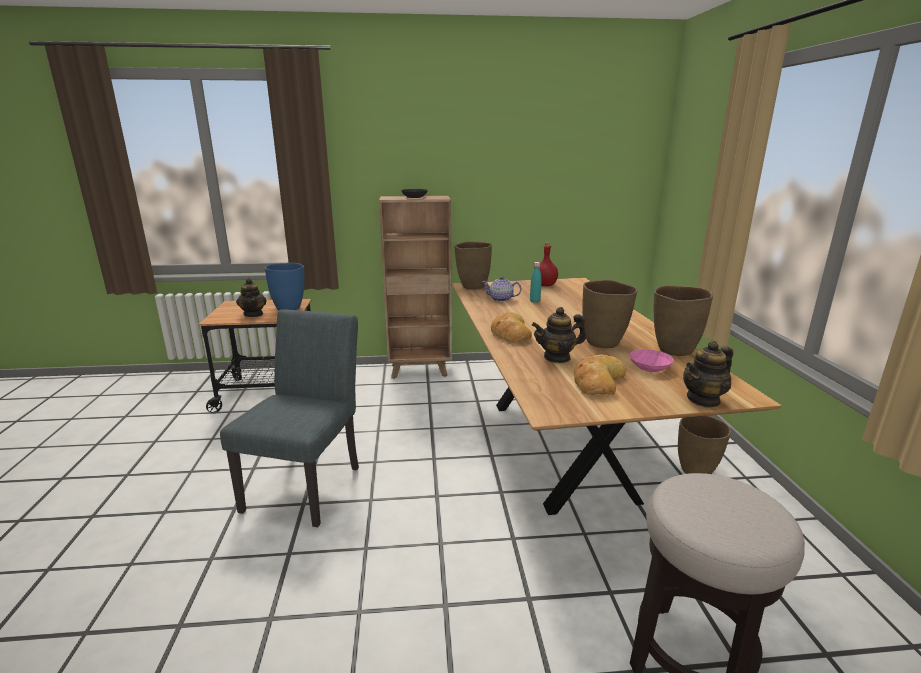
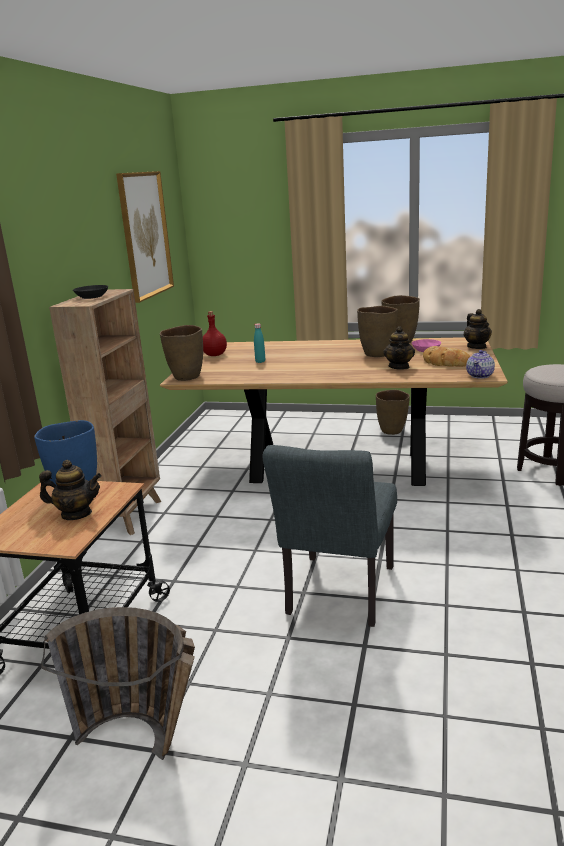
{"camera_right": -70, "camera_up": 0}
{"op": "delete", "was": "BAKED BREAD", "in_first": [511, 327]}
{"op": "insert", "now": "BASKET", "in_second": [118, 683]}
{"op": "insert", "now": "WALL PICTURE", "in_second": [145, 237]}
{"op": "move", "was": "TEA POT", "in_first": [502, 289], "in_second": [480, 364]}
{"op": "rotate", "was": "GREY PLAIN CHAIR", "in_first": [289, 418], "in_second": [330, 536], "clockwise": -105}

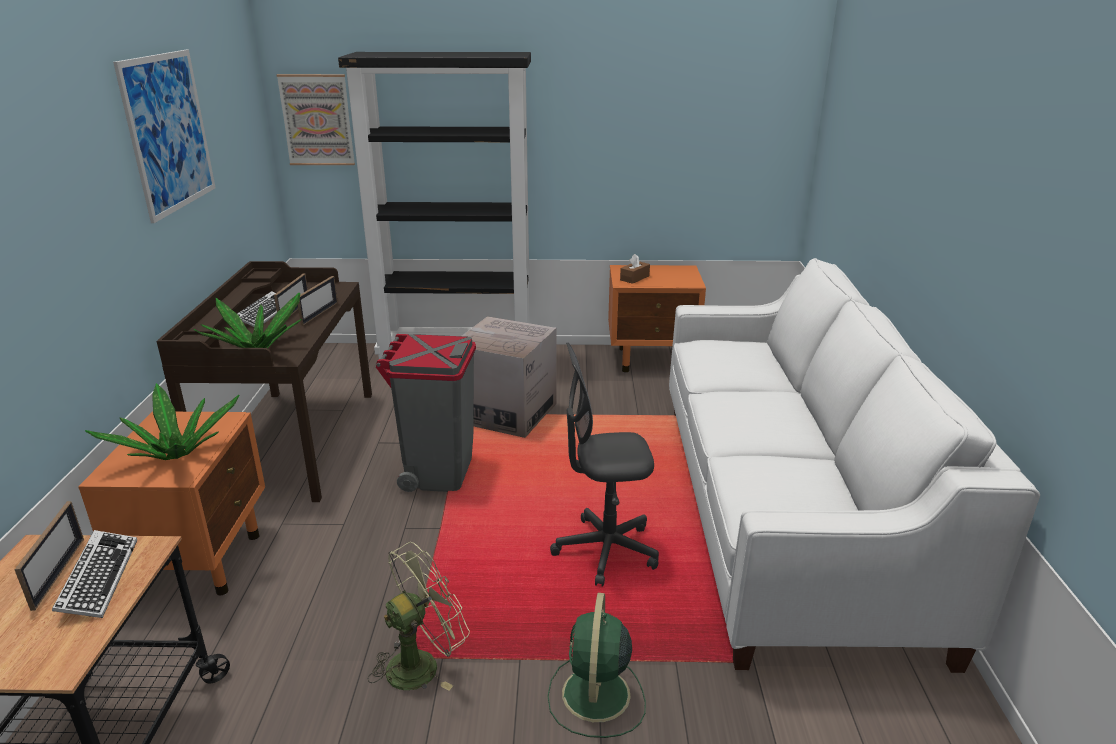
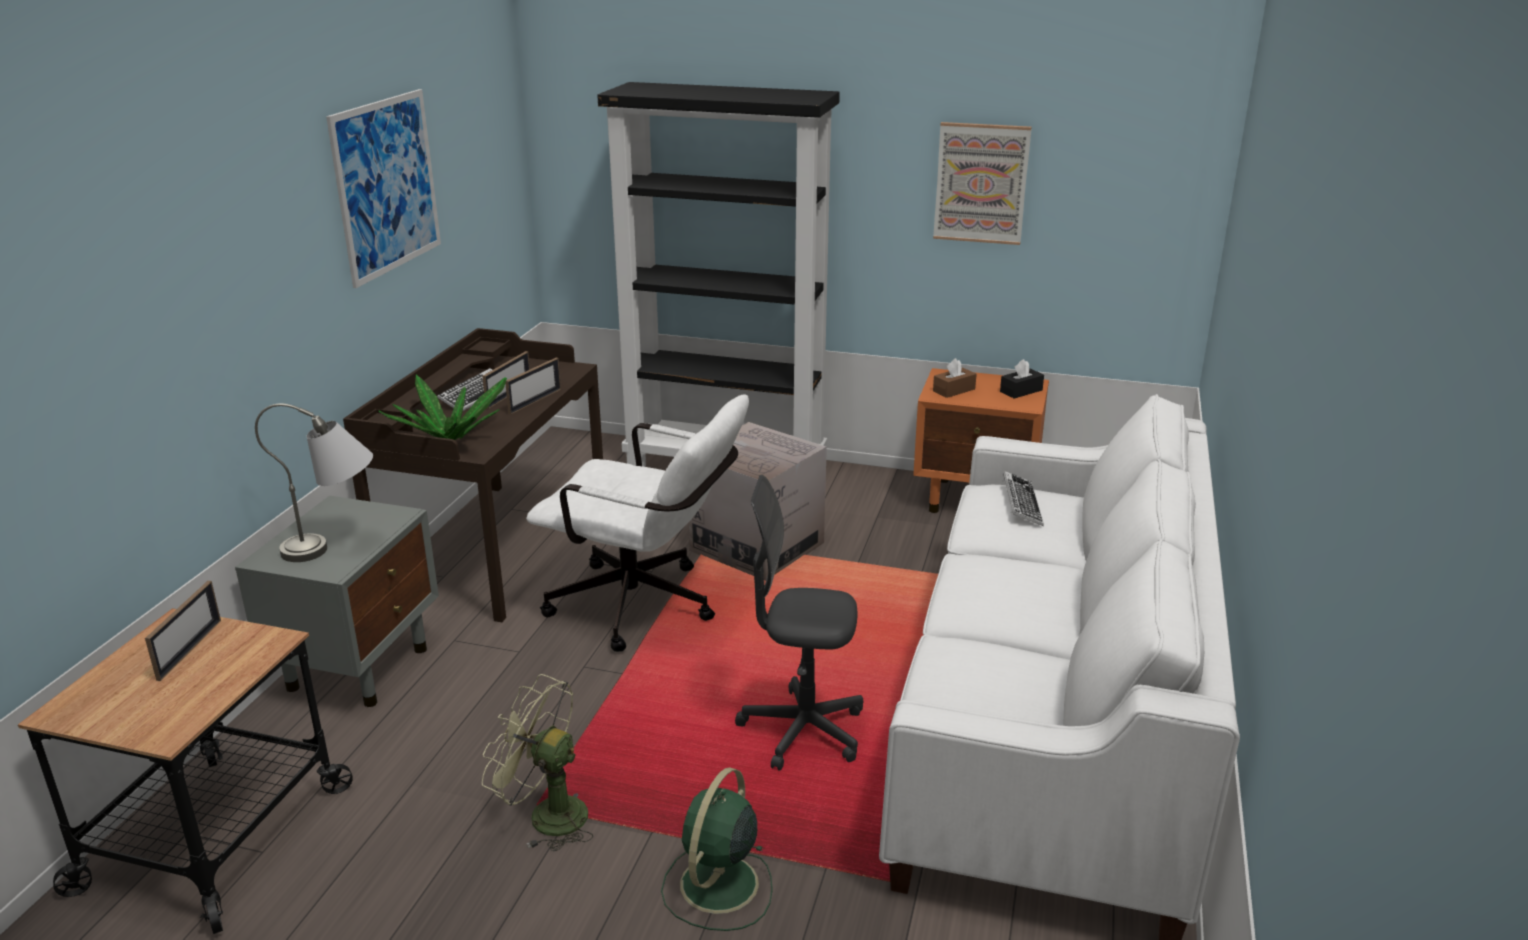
{"camera_right": 15, "camera_up": 0}
{"op": "insert", "now": "BLACK-COLOURED BOX OF TISSUES", "in_second": [1022, 379]}
{"op": "move", "was": "KEYBOARD", "in_first": [94, 574], "in_second": [1023, 498]}
{"op": "move", "was": "WALL PICTURE", "in_first": [315, 119], "in_second": [982, 183]}
{"op": "replace", "was": "POTTED PLANT", "now": "GREY LAMP FOR A TABLE", "in_first": [162, 421], "in_second": [314, 482]}
{"op": "replace", "was": "GREY WASTE BIN", "now": "WHITE-COLOURED OFFICE CHAIR", "in_first": [426, 413], "in_second": [637, 523]}
{"op": "recolor", "was": "ORANGEY BEDSIDE TABLE", "now": "GREY BEDSIDE TABLE", "in_first": [171, 503], "in_second": [337, 601]}
{"op": "rotate", "was": "GREEN FAN", "in_first": [419, 616], "in_second": [537, 762], "clockwise": -135}

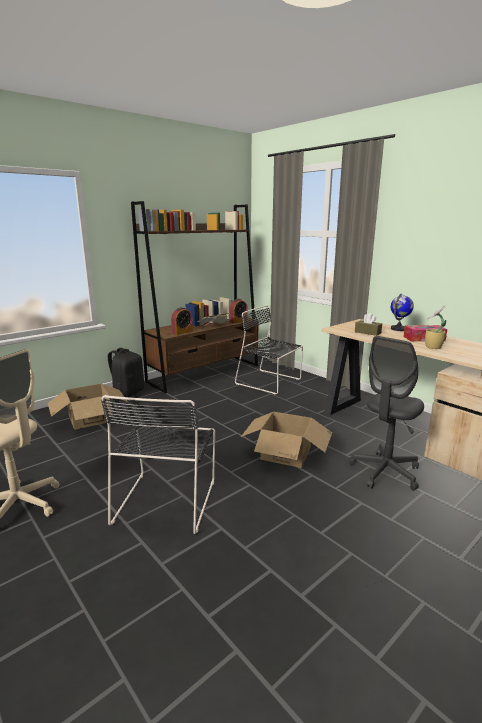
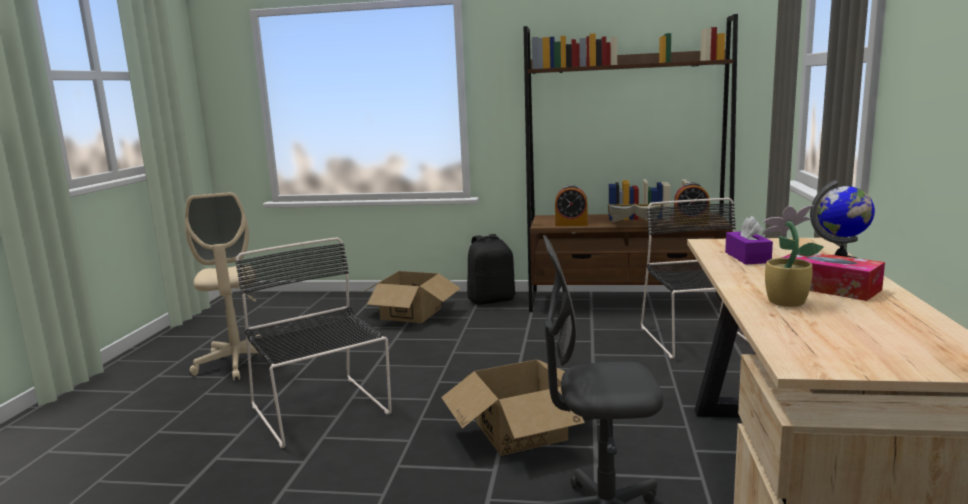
{"camera_right": 50, "camera_up": -5}
{"op": "recolor", "was": "BROWN-COLOURED BOX OF TISSUES", "now": "PURPLISH BOX OF TISSUES", "in_first": [368, 324], "in_second": [749, 240]}
{"op": "rotate", "was": "BLACK-COLOURED PLAIN CHAIR", "in_first": [158, 464], "in_second": [313, 342], "clockwise": 90}

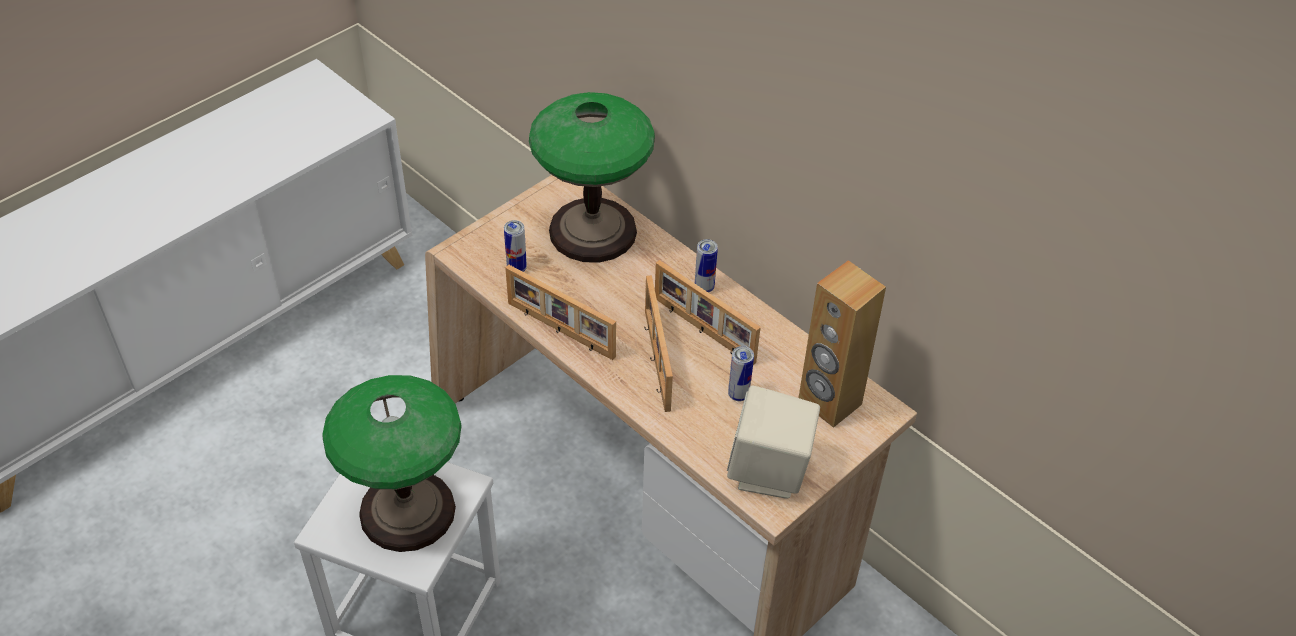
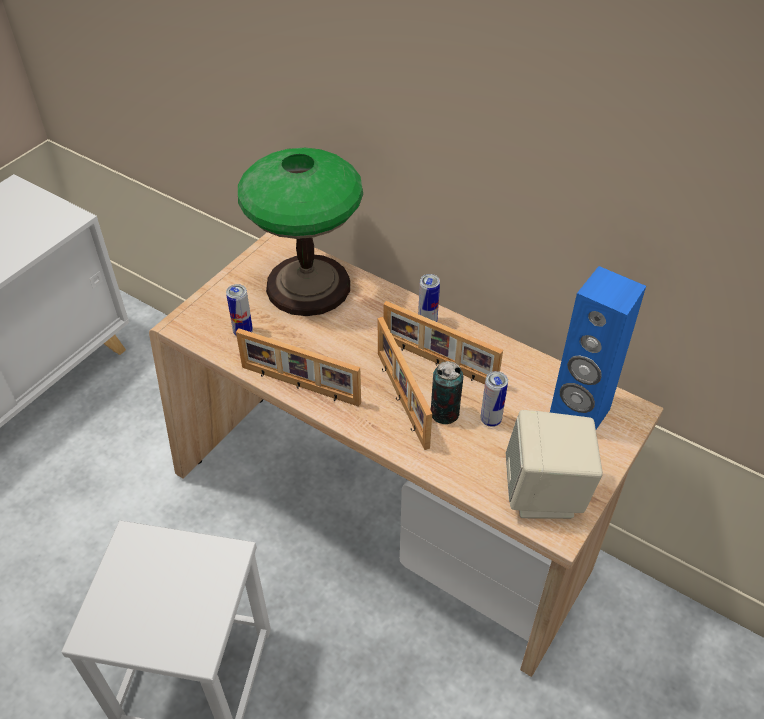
{"camera_right": -10, "camera_up": 0}
{"op": "delete", "was": "LAMP FOR A TABLE", "in_first": [392, 463]}
{"op": "insert", "now": "CAN", "in_second": [447, 392]}
{"op": "recolor", "was": "BROWN-COLOURED AUDIO SPEAKER", "now": "BLUE-COLOURED AUDIO SPEAKER", "in_first": [842, 344], "in_second": [598, 347]}

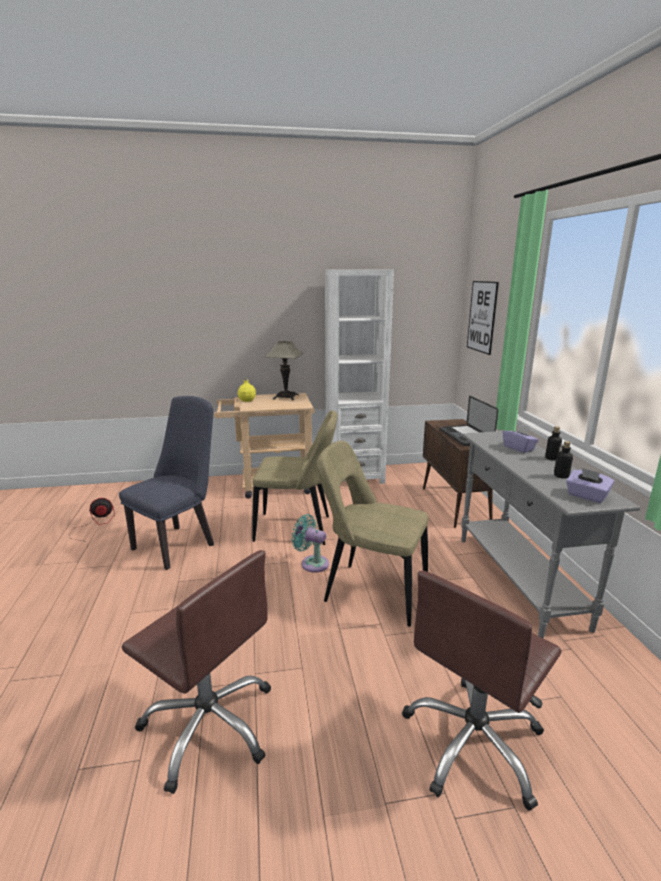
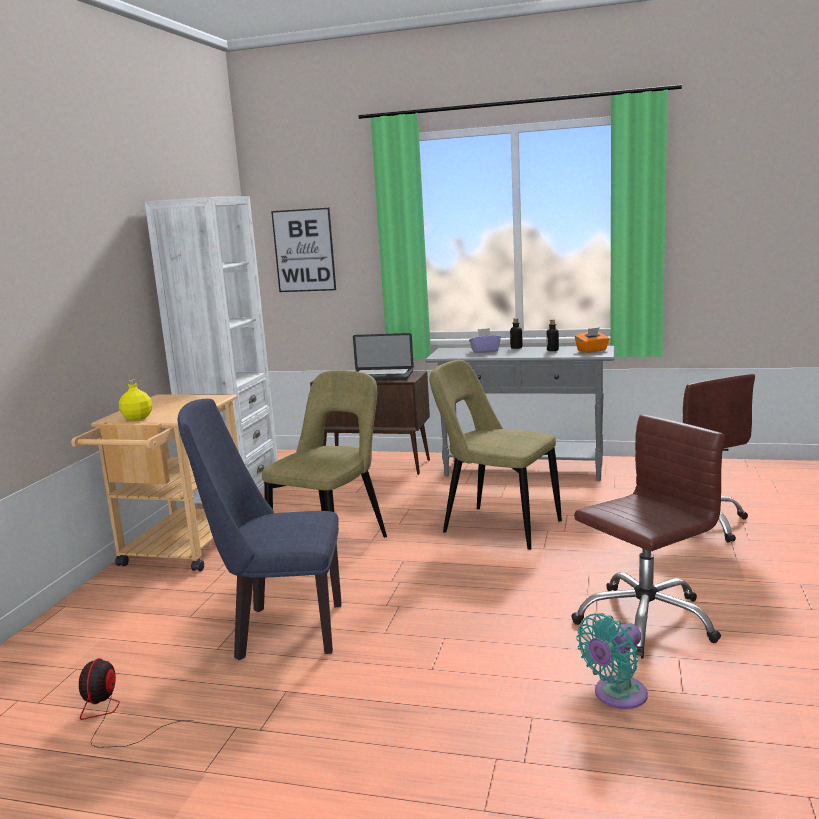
{"camera_right": -65, "camera_up": -5}
{"op": "delete", "was": "LAMP FOR A TABLE", "in_first": [284, 371]}
{"op": "move", "was": "TURQUOISE FAN", "in_first": [310, 543], "in_second": [612, 661]}
{"op": "recolor", "was": "PURPLISH BOX OF TISSUES", "now": "ORANGEY BOX OF TISSUES", "in_first": [590, 485], "in_second": [592, 340]}
{"op": "rotate", "was": "BLUE-COLOURED PLAIN CHAIR", "in_first": [166, 483], "in_second": [259, 529], "clockwise": -60}
{"op": "rotate", "was": "BEIGE PLAIN CHAIR", "in_first": [373, 534], "in_second": [495, 455], "clockwise": 75}

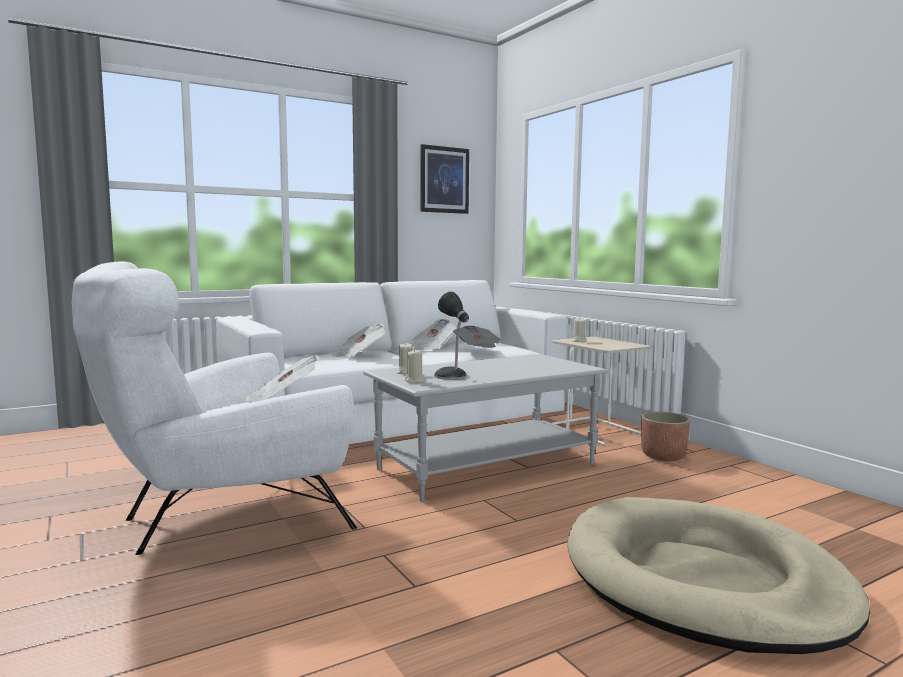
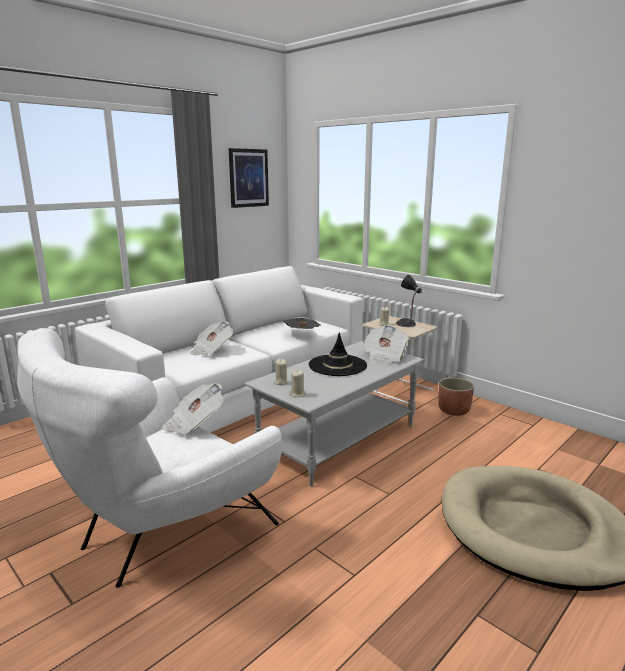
{"camera_right": -15, "camera_up": 10}
{"op": "insert", "now": "BLACK-COLOURED HAT", "in_second": [338, 354]}
{"op": "move", "was": "DAILY PAPER", "in_first": [434, 334], "in_second": [387, 344]}
{"op": "move", "was": "LAMP FOR A TABLE", "in_first": [451, 335], "in_second": [409, 300]}

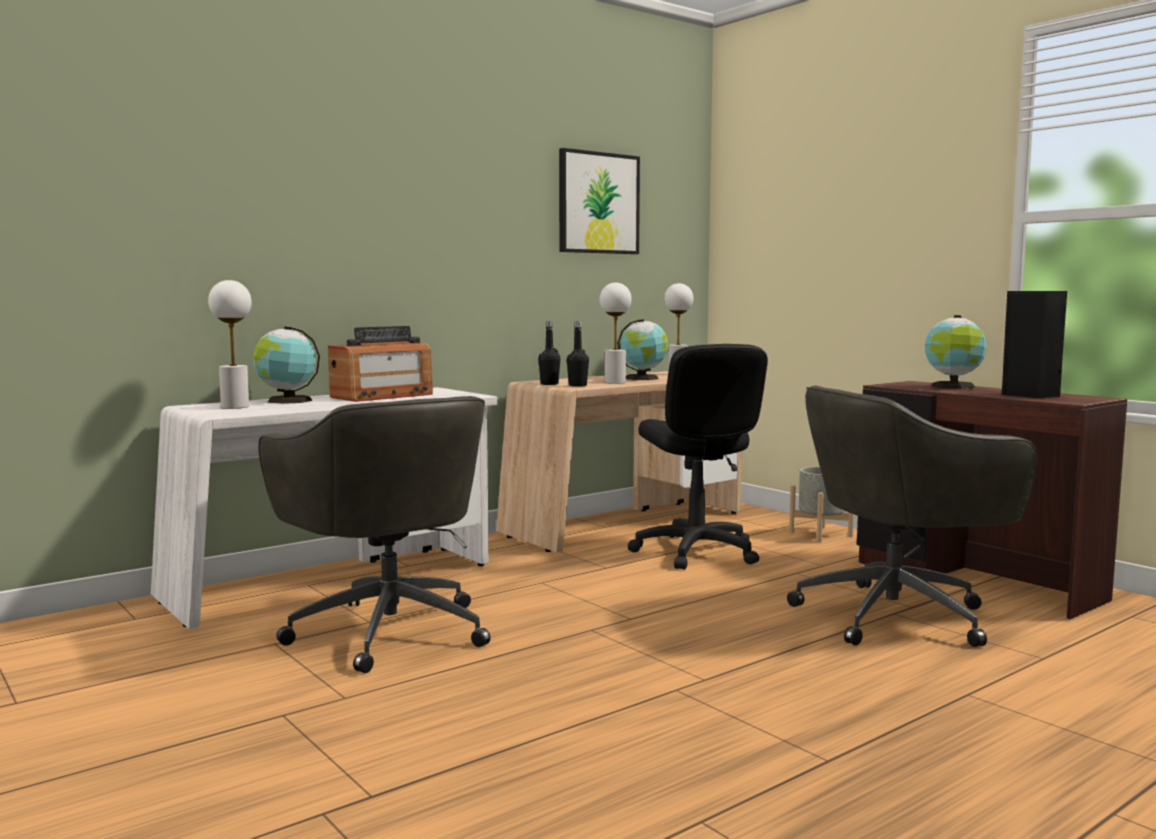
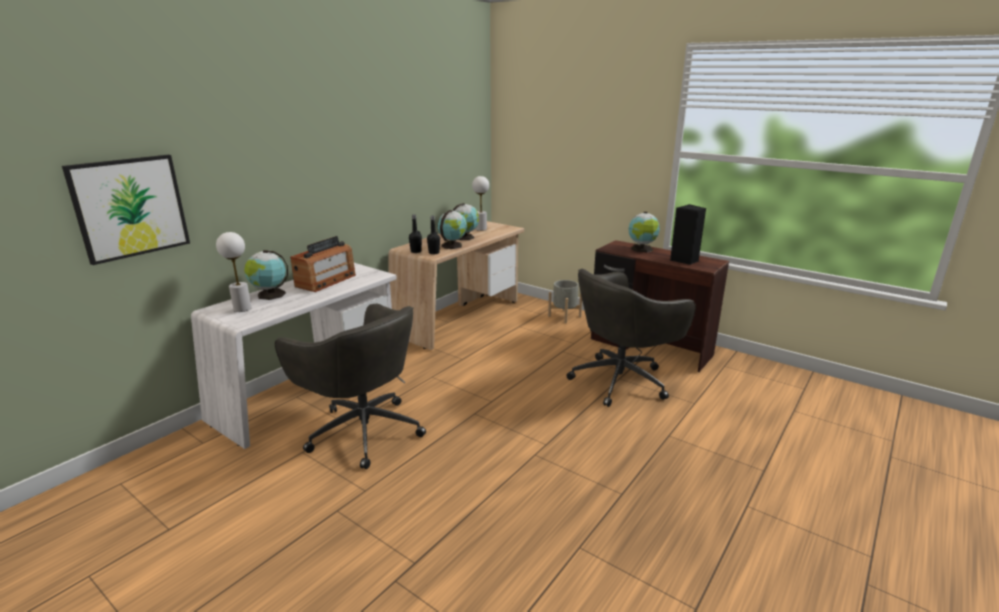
{"camera_right": -15, "camera_up": 15}
{"op": "delete", "was": "BLACK-COLOURED OFFICE CHAIR", "in_first": [698, 457]}
{"op": "move", "was": "WALL PICTURE", "in_first": [599, 201], "in_second": [126, 210]}
{"op": "replace", "was": "WHITE-COLOURED LAMP FOR A TABLE", "now": "DESK GLOBE", "in_first": [616, 333], "in_second": [452, 229]}

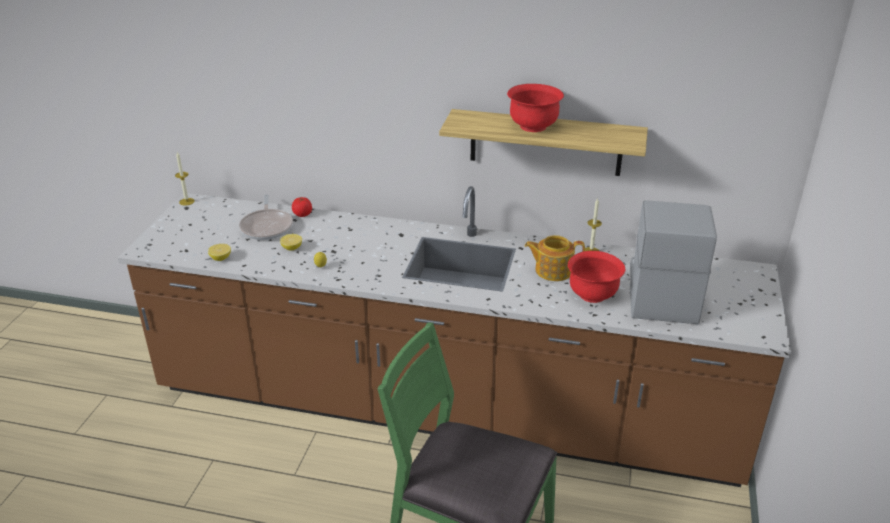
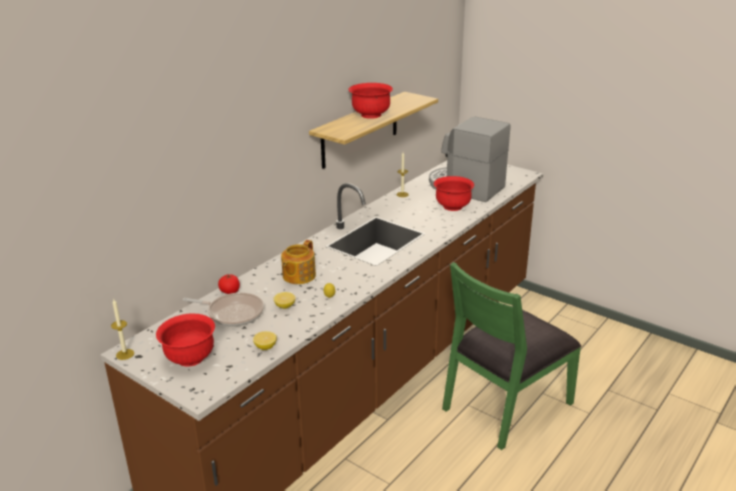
{"camera_right": -65, "camera_up": -5}
{"op": "insert", "now": "RED-COLOURED DEEP DISH", "in_second": [185, 340]}
{"op": "move", "was": "TEA POT", "in_first": [555, 258], "in_second": [298, 262]}

